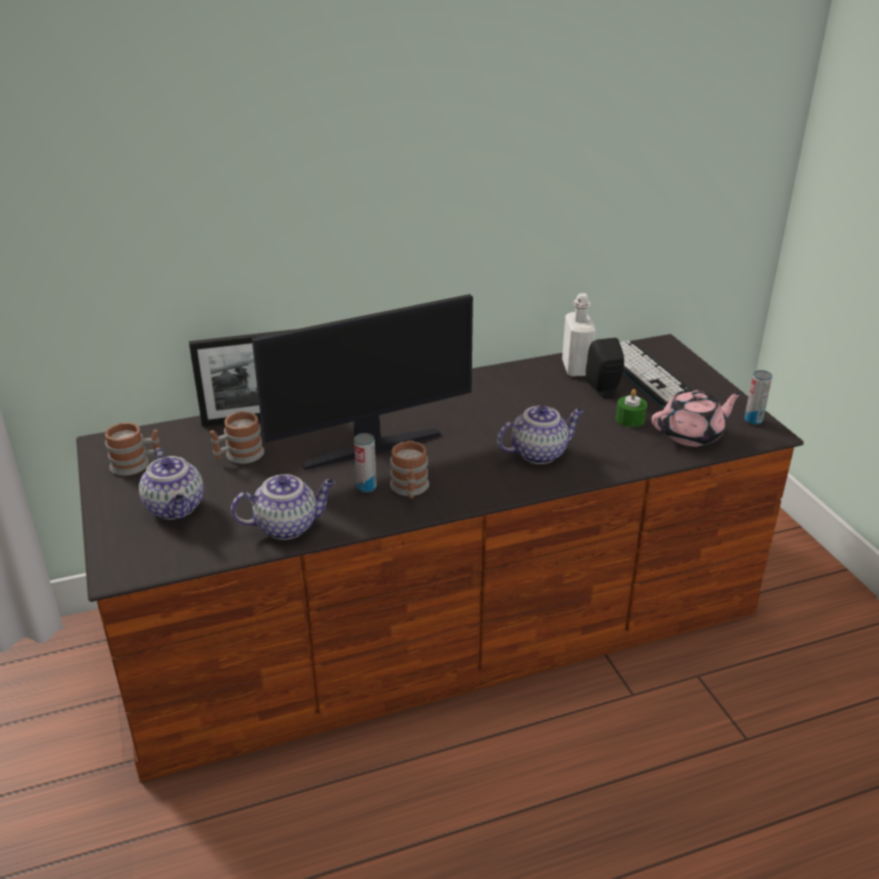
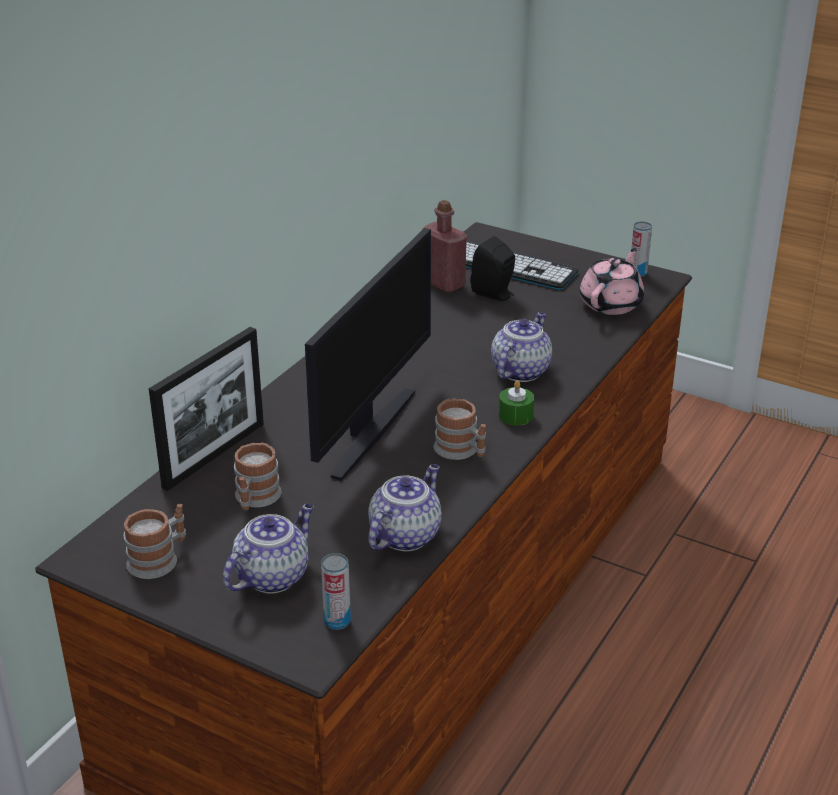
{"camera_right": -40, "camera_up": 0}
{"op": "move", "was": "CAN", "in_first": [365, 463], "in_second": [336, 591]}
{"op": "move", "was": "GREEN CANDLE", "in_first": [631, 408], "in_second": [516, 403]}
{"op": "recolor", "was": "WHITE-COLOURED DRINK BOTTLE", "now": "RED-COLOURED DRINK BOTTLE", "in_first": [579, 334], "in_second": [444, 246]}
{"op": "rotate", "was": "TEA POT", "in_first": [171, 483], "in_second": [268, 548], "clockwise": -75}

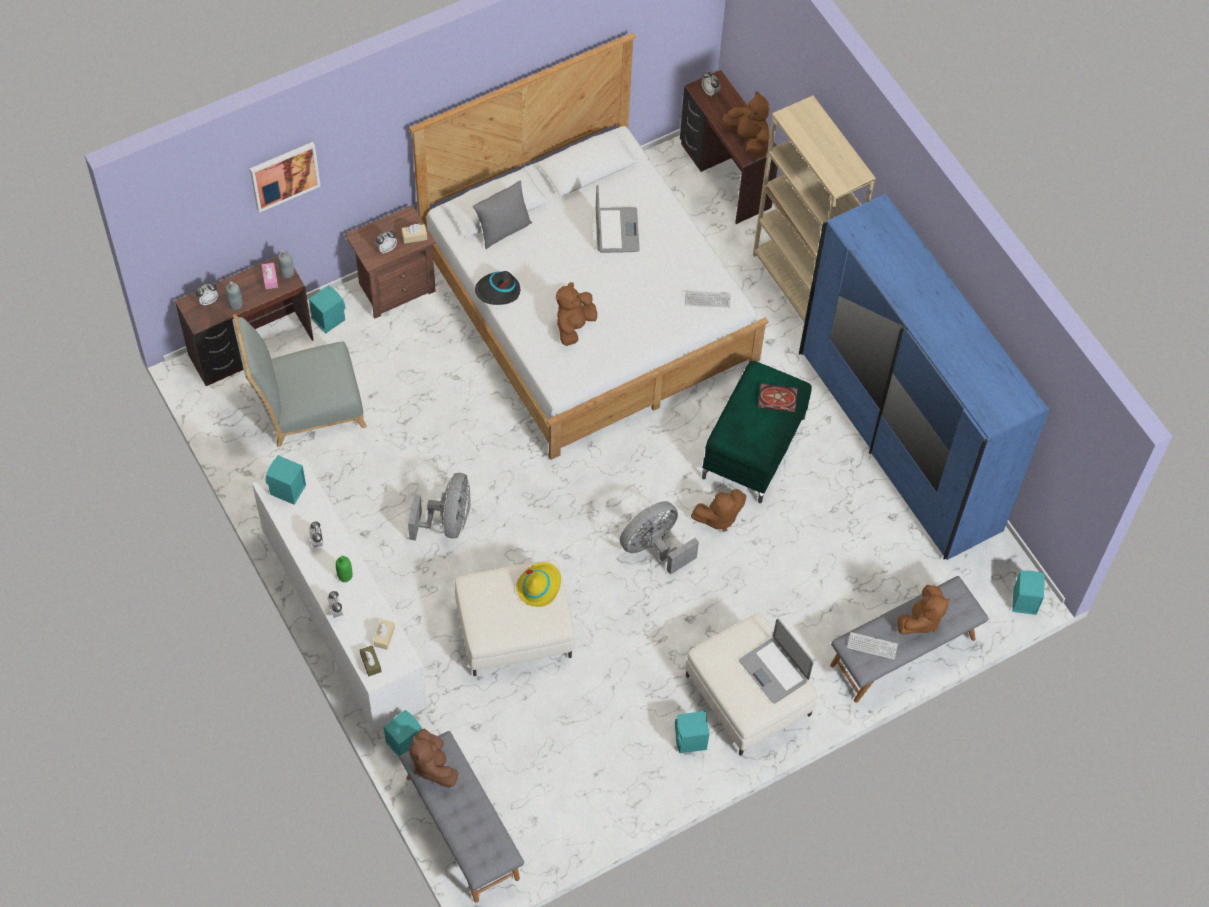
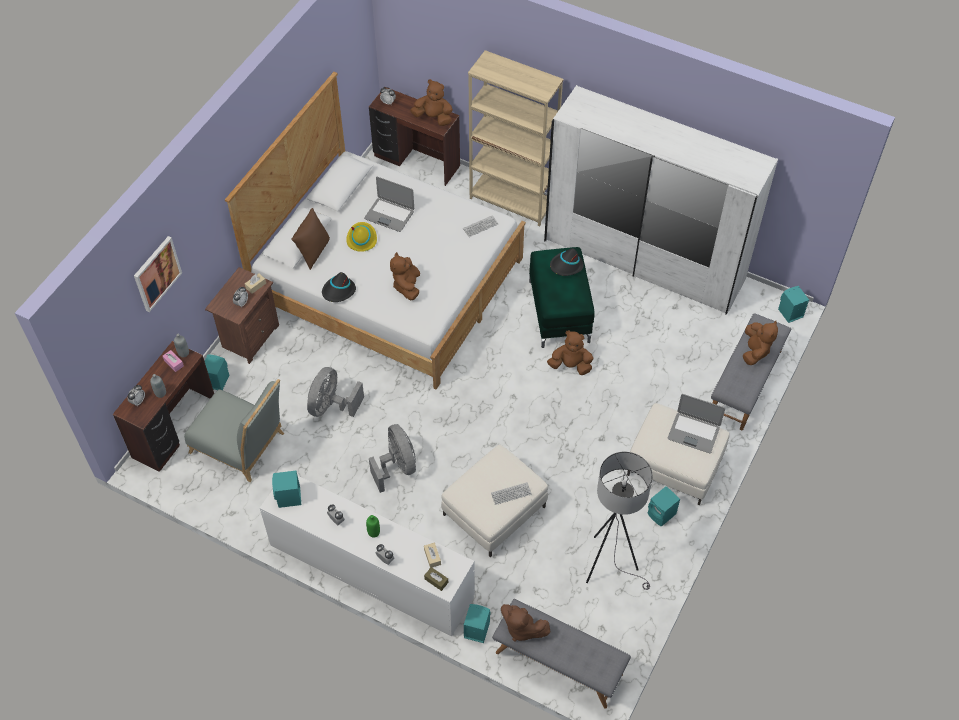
{"camera_right": -30, "camera_up": -5}
{"op": "insert", "now": "GREY STANDARD LAMP", "in_second": [619, 521]}
{"op": "move", "was": "YELLOW HAT", "in_first": [538, 584], "in_second": [361, 237]}
{"op": "move", "was": "GREY FAN", "in_first": [659, 538], "in_second": [335, 392]}
{"op": "move", "was": "KEYBOARD", "in_first": [872, 645], "in_second": [511, 493]}
{"op": "replace", "was": "BOUND BOOK", "now": "BLACK-COLOURED HAT", "in_first": [778, 397], "in_second": [567, 262]}
{"op": "recolor", "was": "GREY THROW PILLOW", "now": "BROWN-COLOURED THROW PILLOW", "in_first": [502, 215], "in_second": [310, 239]}
{"op": "recolor", "was": "BLUE-COLOURED WARDROBE", "now": "WHITE-COLOURED WARDROBE", "in_first": [924, 376], "in_second": [661, 199]}
{"op": "rotate", "was": "GREY PLAIN CHAIR", "in_first": [299, 380], "in_second": [234, 430], "clockwise": -105}
{"op": "rotate", "was": "LAPTOP", "in_first": [618, 219], "in_second": [389, 204], "clockwise": 150}
{"op": "rotate", "was": "BROWN-COLOURED SOFT TOY", "in_first": [718, 510], "in_second": [570, 353], "clockwise": -120}

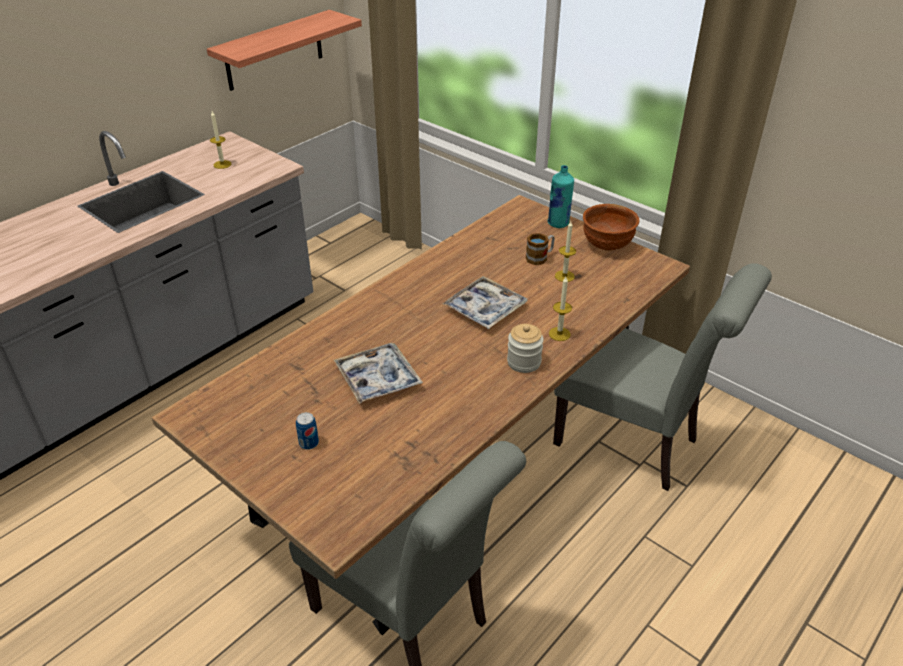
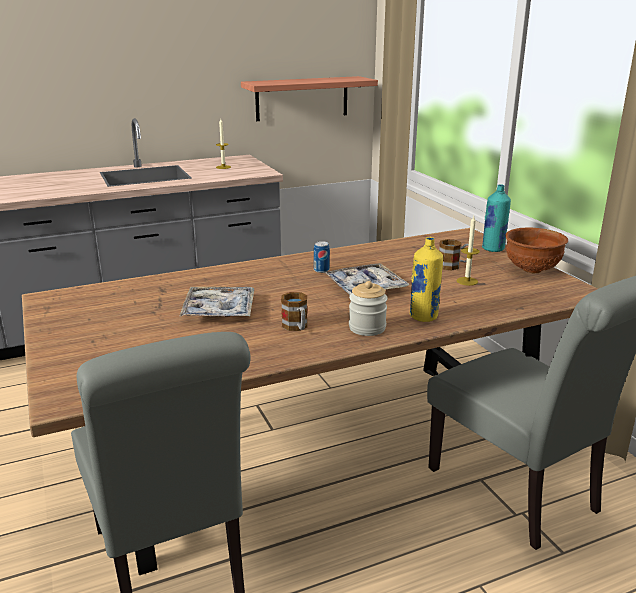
{"camera_right": 25, "camera_up": -15}
{"op": "insert", "now": "MUG", "in_second": [294, 311]}
{"op": "move", "was": "CAN", "in_first": [307, 431], "in_second": [322, 257]}
{"op": "replace", "was": "CANDLE", "now": "YELLOW DRINK BOTTLE", "in_first": [560, 309], "in_second": [426, 279]}

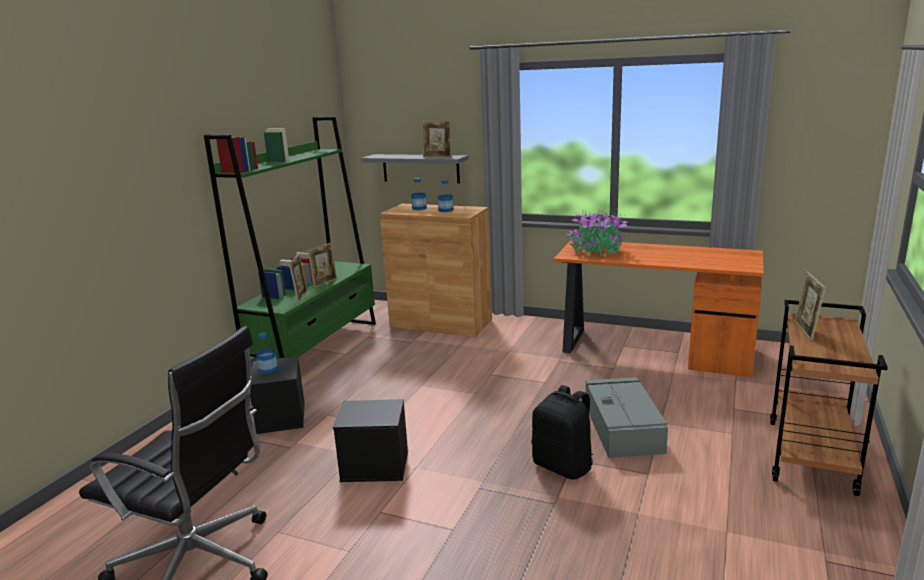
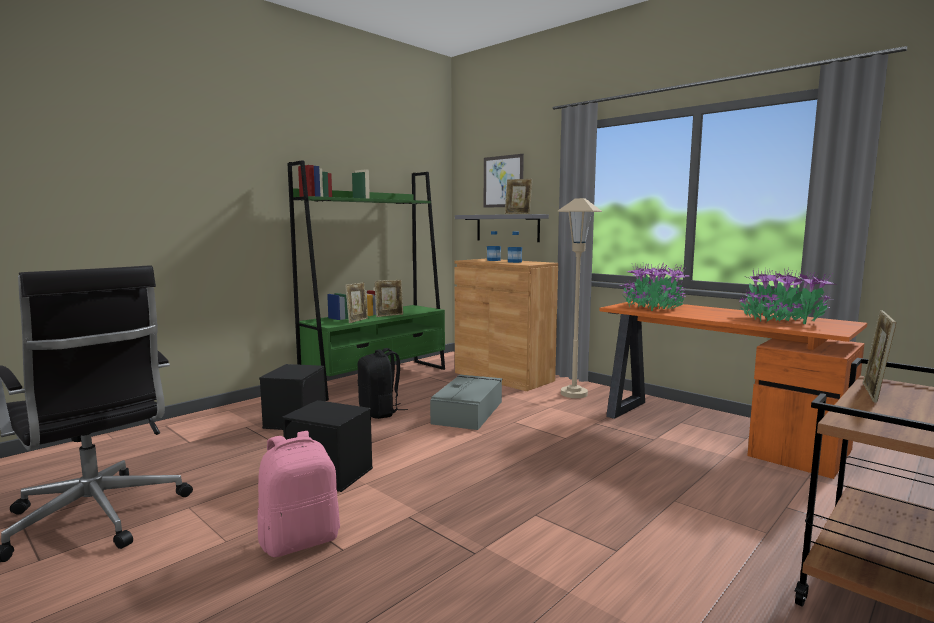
{"camera_right": 20, "camera_up": -10}
{"op": "delete", "was": "DRINK BOTTLE", "in_first": [267, 353]}
{"op": "insert", "now": "PINK-COLOURED RUCKSACK", "in_second": [299, 494]}
{"op": "insert", "now": "WALL PICTURE", "in_second": [504, 181]}
{"op": "insert", "now": "BEIGE STANDARD LAMP", "in_second": [580, 298]}
{"op": "insert", "now": "POTTED PLANT", "in_second": [788, 296]}
{"op": "move", "was": "BLACK-COLOURED RUCKSACK", "in_first": [562, 432], "in_second": [382, 383]}
{"op": "move", "was": "GREY STORAGE BOX", "in_first": [626, 417], "in_second": [466, 402]}

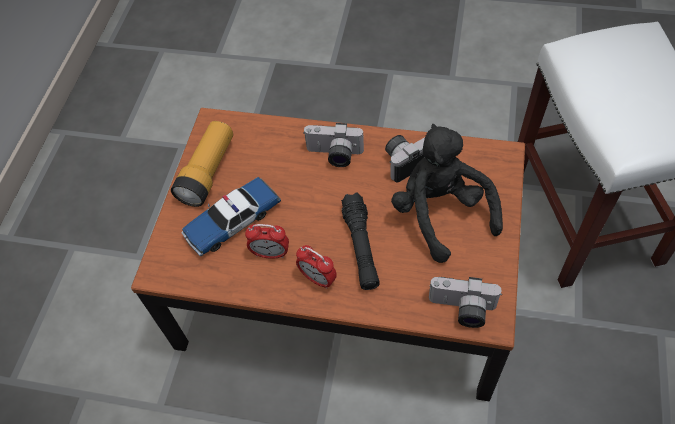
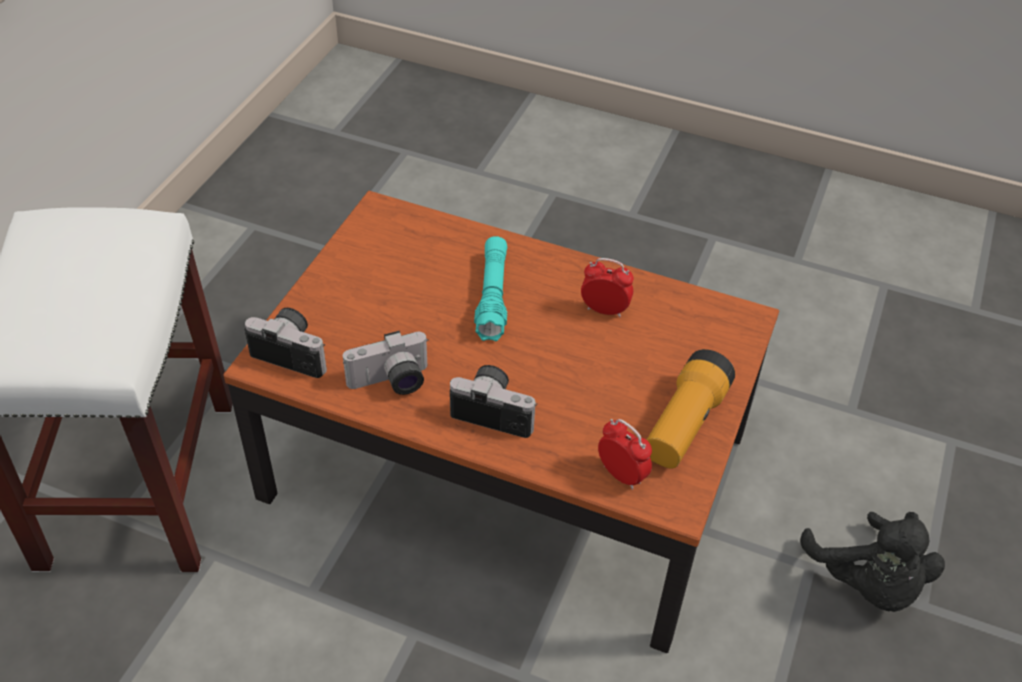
{"camera_right": -175, "camera_up": -10}
{"op": "delete", "was": "MODEL CAR", "in_first": [231, 216]}
{"op": "move", "was": "BEDSIDE CLOCK", "in_first": [316, 267], "in_second": [625, 454]}
{"op": "move", "was": "BLACK-COLOURED SOFT TOY", "in_first": [447, 193], "in_second": [872, 562]}
{"op": "move", "was": "PHOTO CAMERA", "in_first": [465, 302], "in_second": [286, 343]}
{"op": "recolor", "was": "BLACK-COLOURED HAND TORCH", "now": "TURQUOISE HAND TORCH", "in_first": [360, 241], "in_second": [490, 288]}

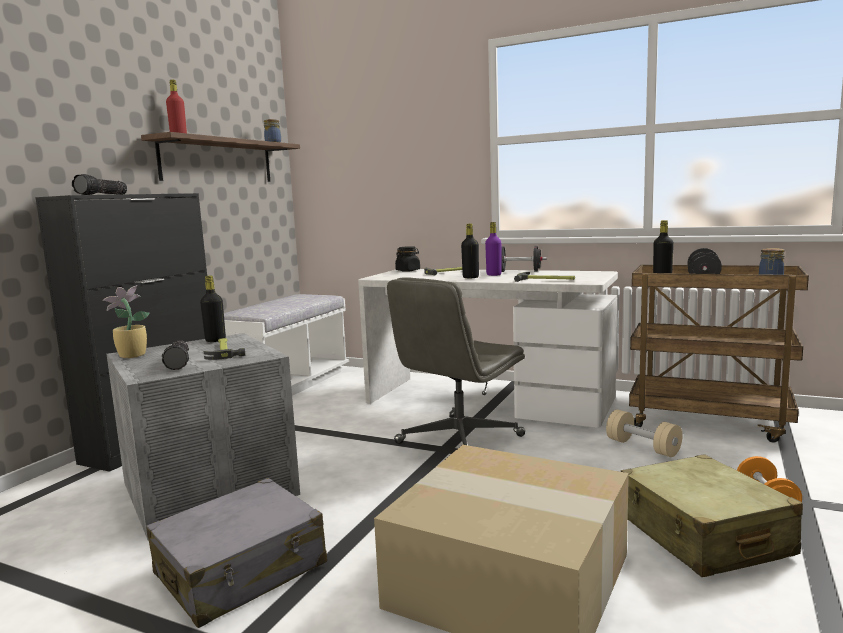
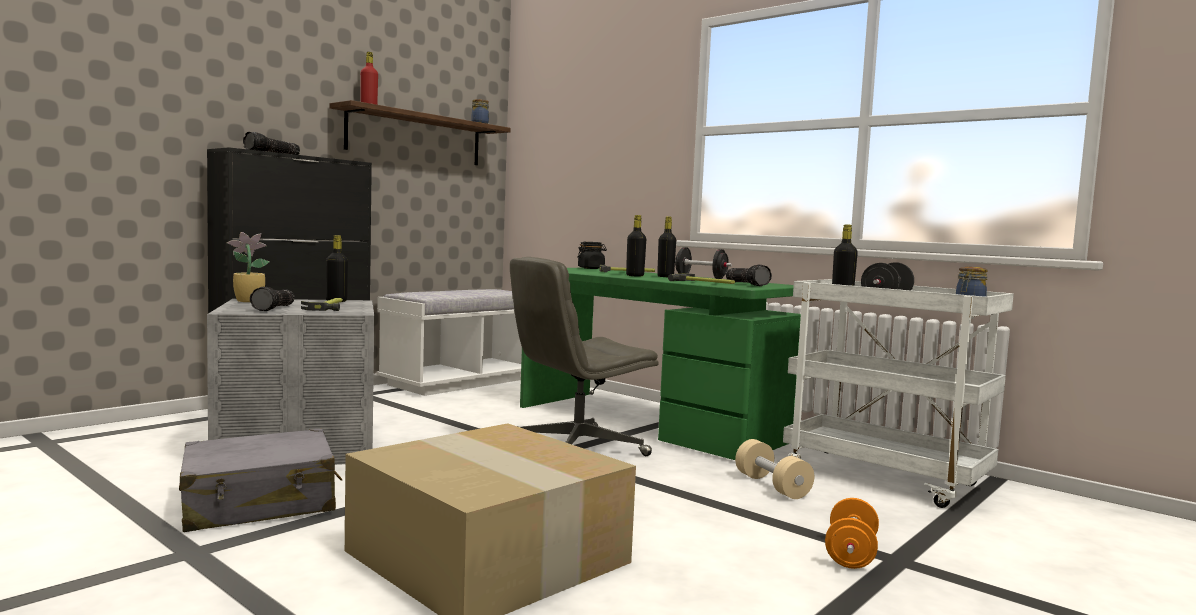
{"camera_right": 15, "camera_up": -5}
{"op": "delete", "was": "BEIGE SUITCASE", "in_first": [712, 515]}
{"op": "insert", "now": "HAND TORCH", "in_second": [749, 275]}
{"op": "recolor", "was": "WHITE-COLOURED DESK UNIT", "now": "GREEN DESK UNIT", "in_first": [488, 348], "in_second": [660, 364]}
{"op": "recolor", "was": "PURPLISH DRINK BOTTLE", "now": "BLACK-COLOURED DRINK BOTTLE", "in_first": [493, 249], "in_second": [666, 246]}
{"op": "recolor", "was": "BROWN-COLOURED WHEELED CART", "now": "WHITE-COLOURED WHEELED CART", "in_first": [719, 353], "in_second": [898, 393]}

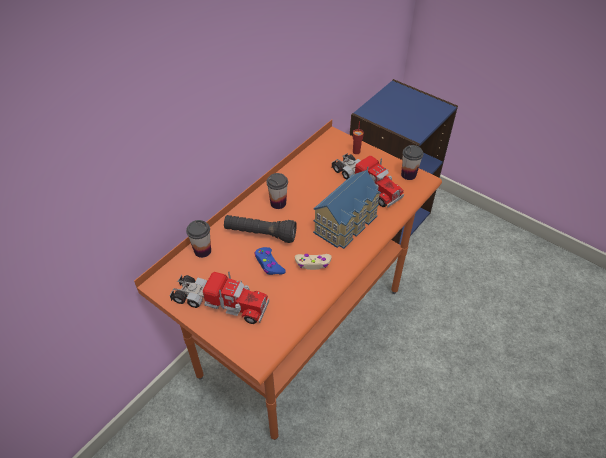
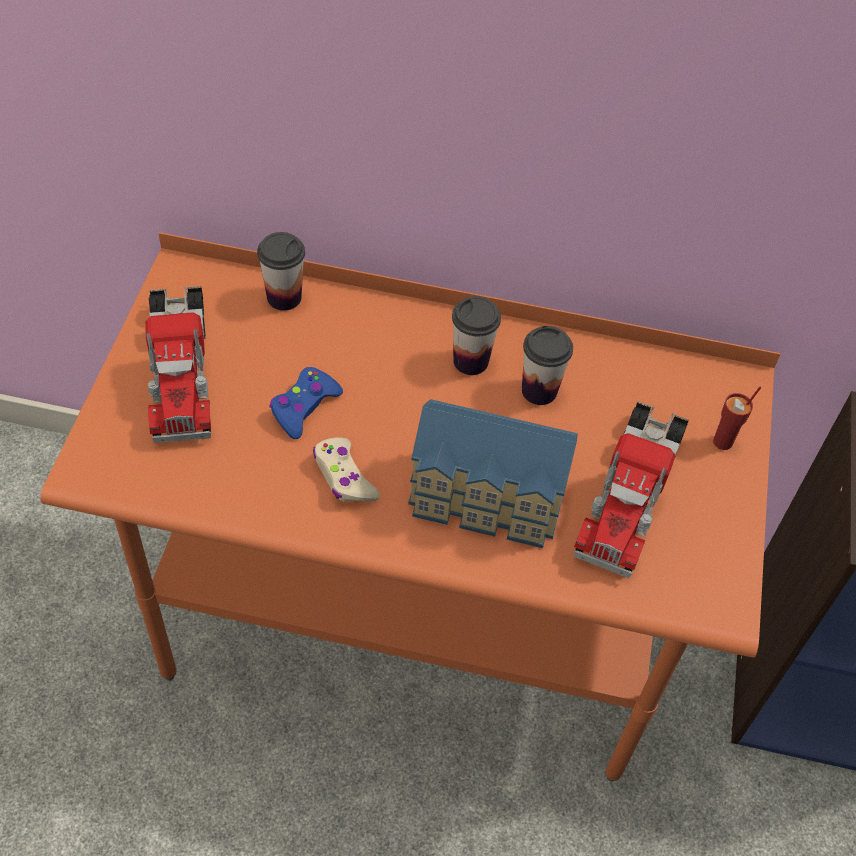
{"camera_right": 60, "camera_up": 5}
{"op": "delete", "was": "BLACK-COLOURED HAND TORCH", "in_first": [260, 229]}
{"op": "move", "was": "DRINKING CUP", "in_first": [412, 162], "in_second": [547, 365]}

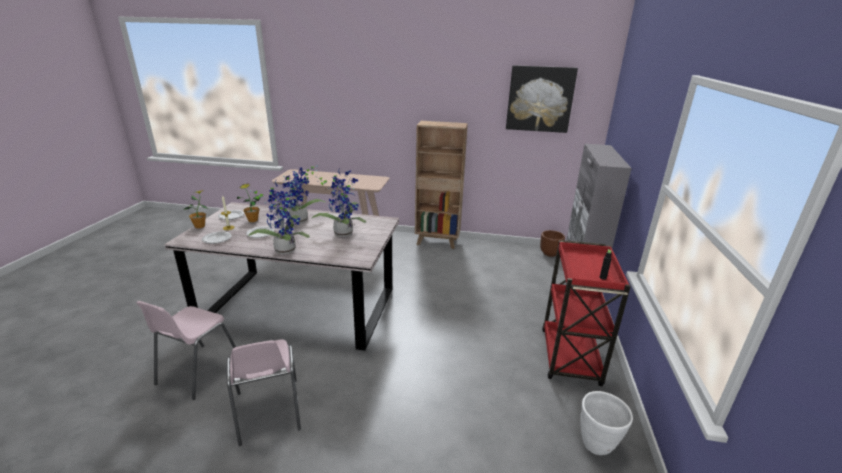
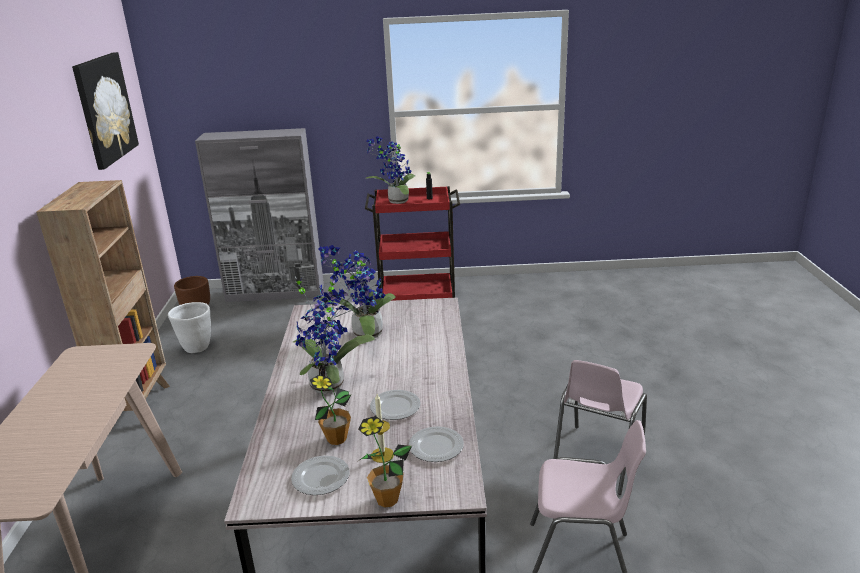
{"camera_right": -100, "camera_up": 0}
{"op": "move", "was": "POTTED PLANT", "in_first": [279, 217], "in_second": [390, 170]}
{"op": "move", "was": "WHITE-COLOURED PLANT POT", "in_first": [607, 423], "in_second": [189, 327]}
{"op": "rotate", "was": "PINK-COLOURED PLAIN CHAIR", "in_first": [263, 392], "in_second": [600, 427], "clockwise": 150}

